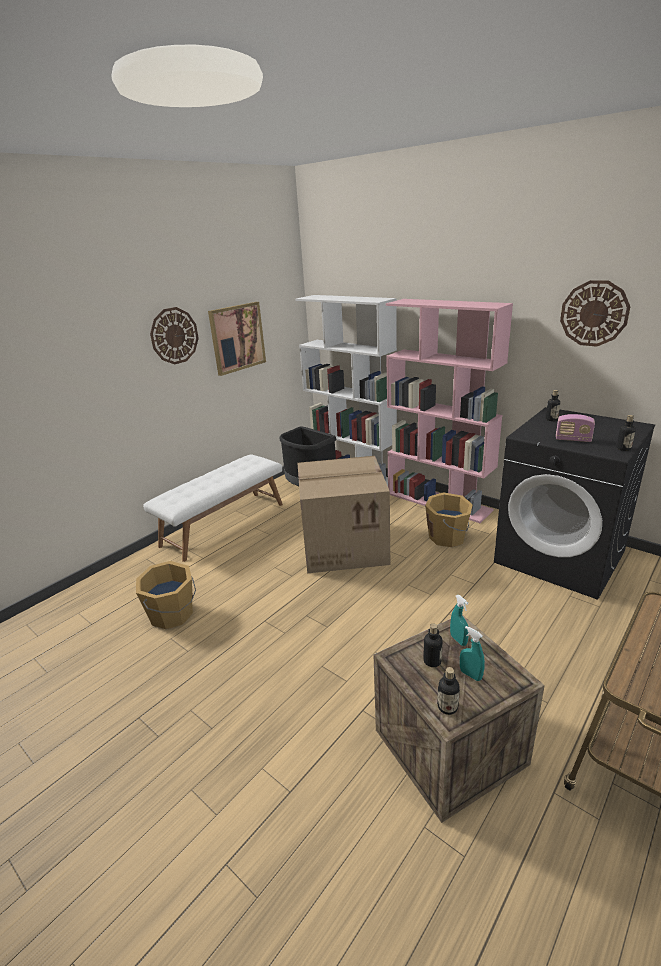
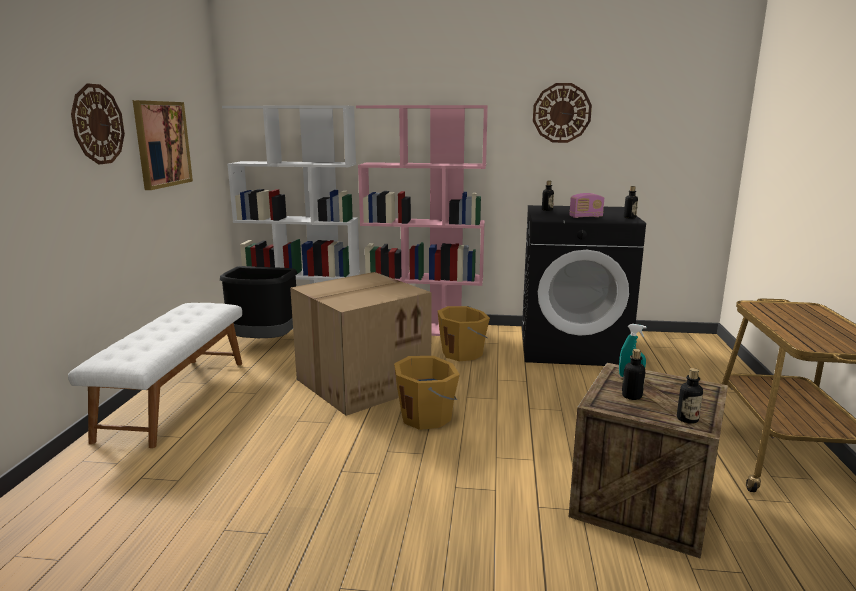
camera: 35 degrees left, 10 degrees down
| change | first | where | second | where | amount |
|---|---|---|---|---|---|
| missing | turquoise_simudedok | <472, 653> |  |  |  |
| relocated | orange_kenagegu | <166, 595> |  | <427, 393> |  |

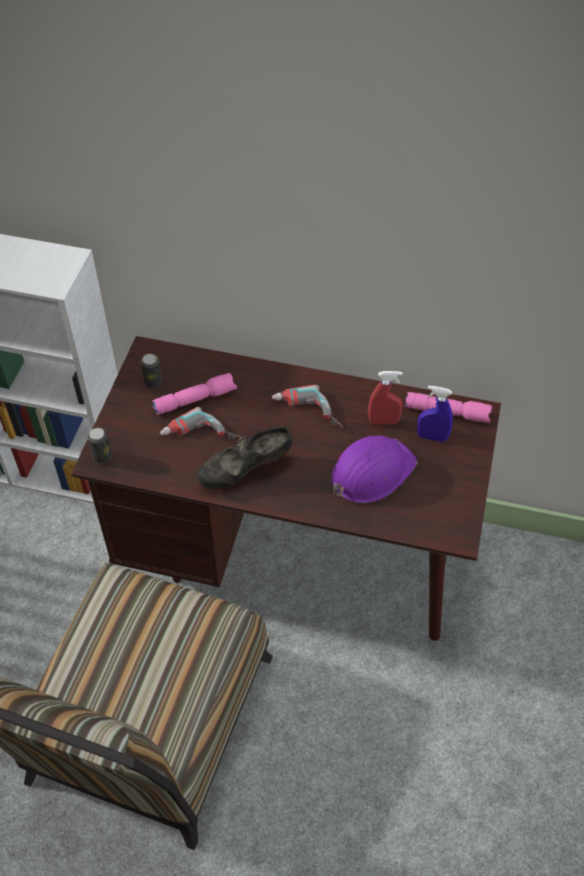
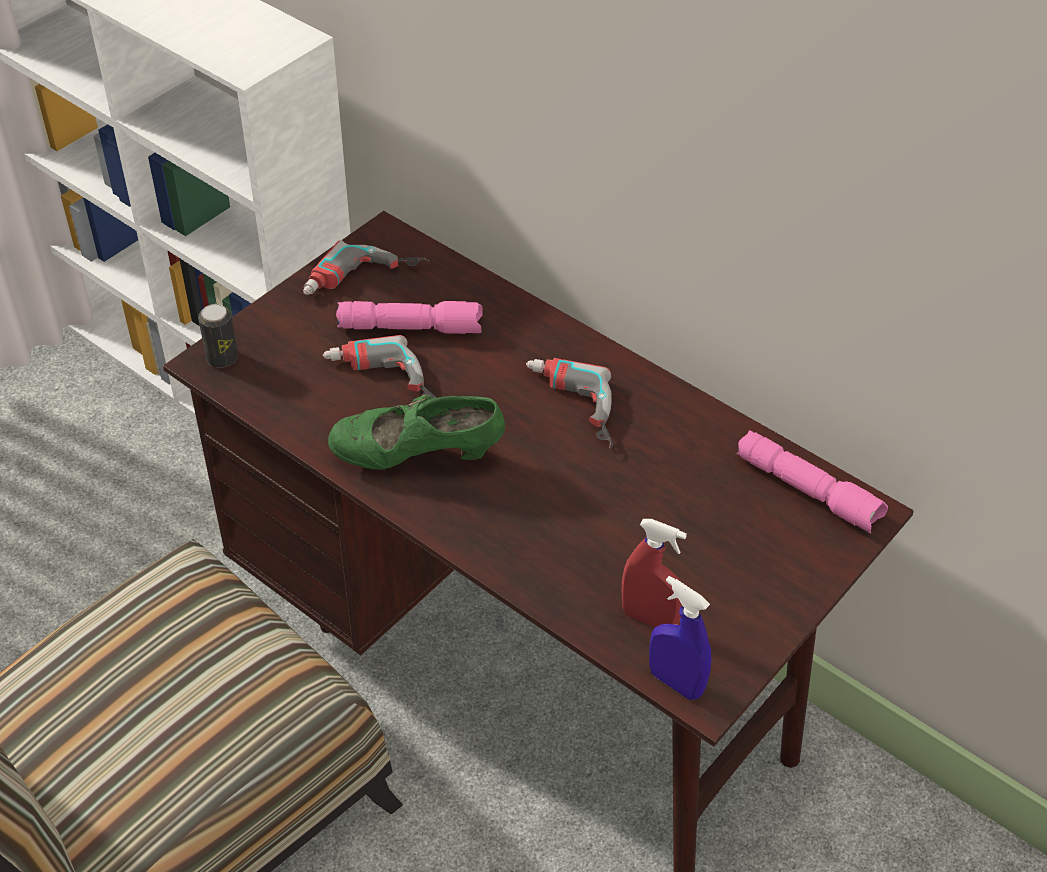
camera: 25 degrees right, 5 degrees down
| change | first | where | second | where | amount |
|---|---|---|---|---|---|
| missing | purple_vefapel | <374, 469> |  |  |  |
| relocated | red_simudedok | <385, 398> |  | <654, 573> |  |
| relocated | blue_simudedok | <435, 413> |  | <680, 638> |  |
| exchanged | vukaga | <151, 371> | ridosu | <366, 267> |  |
| colour | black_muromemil | <244, 458> | green_muromemil | <416, 431> |  |

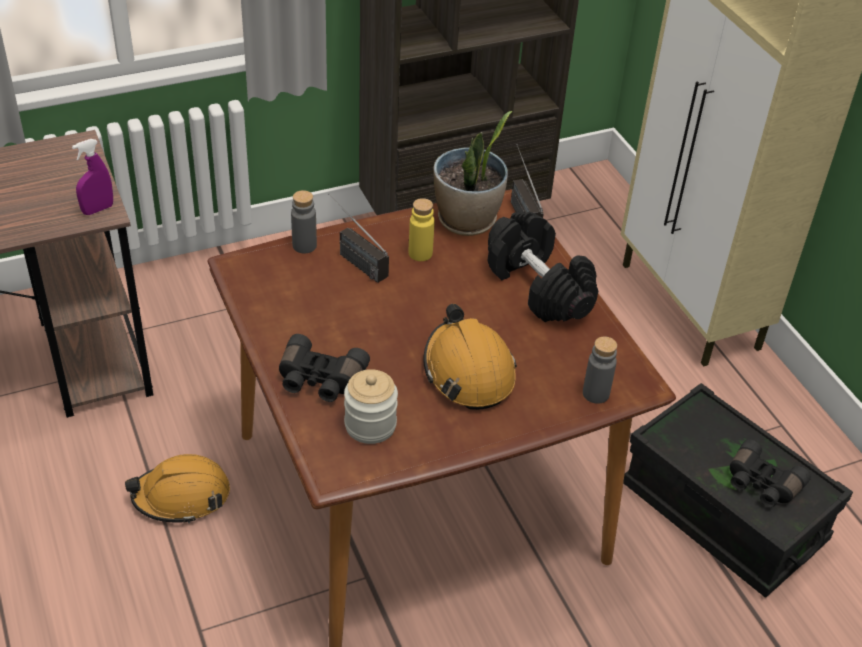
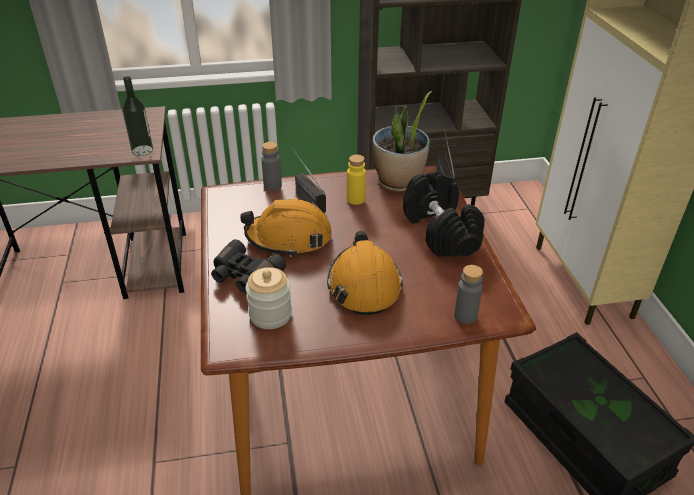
camera: 15 degrees right, 5 degrees down
| change | first | where | second | where | amount |
|---|---|---|---|---|---|
| missing | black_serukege | <770, 473> |  |  |  |
| relocated | orange_vefapel | <177, 489> |  | <286, 228> |  |
| exchanged | purple_simudedok | <92, 177> | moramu | <137, 116> |  |

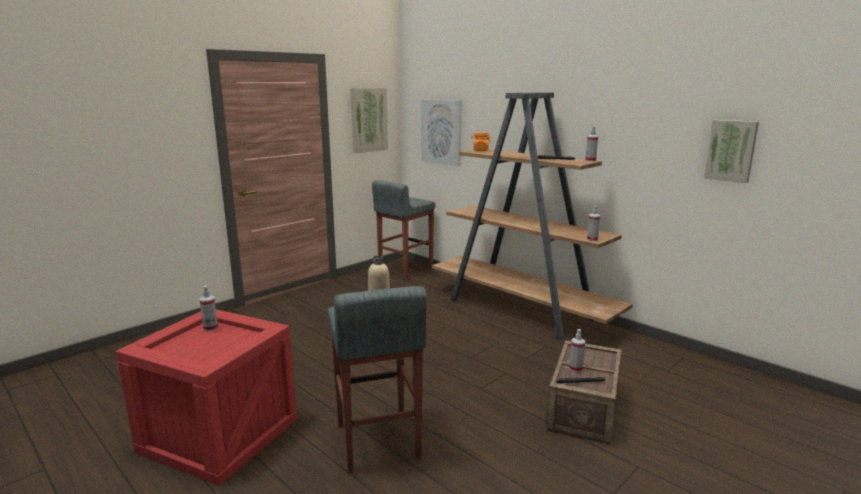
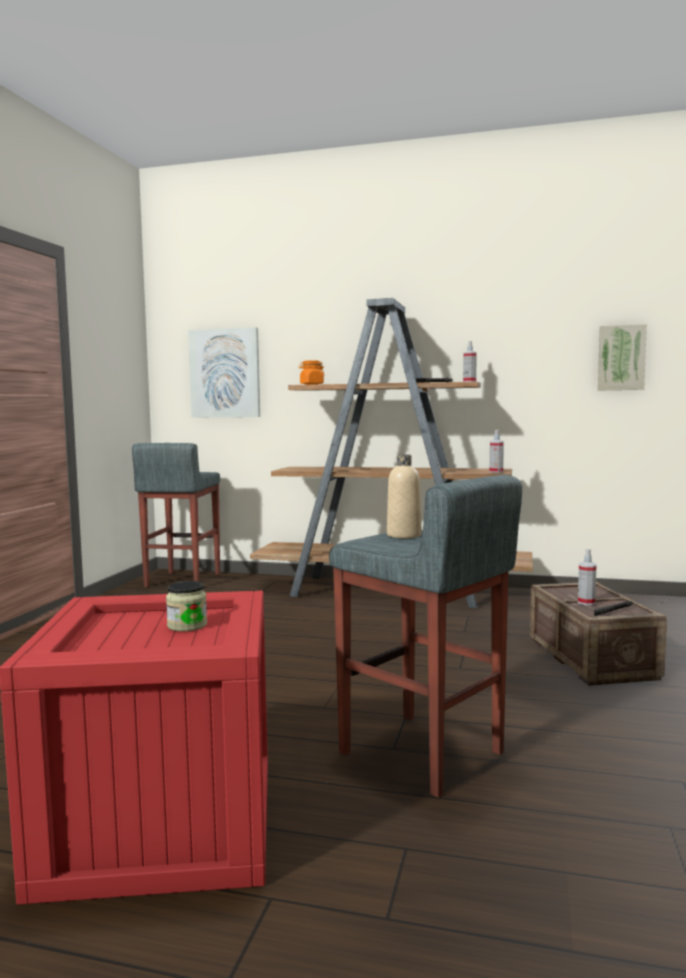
camera: 30 degrees left, 10 degrees down
| change | first | where | second | where | amount |
|---|---|---|---|---|---|
| missing | simudedok | <209, 308> |  |  |  |
| missing | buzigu | <369, 120> |  |  |  |
| appeared |  |  | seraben | <186, 606> |  |

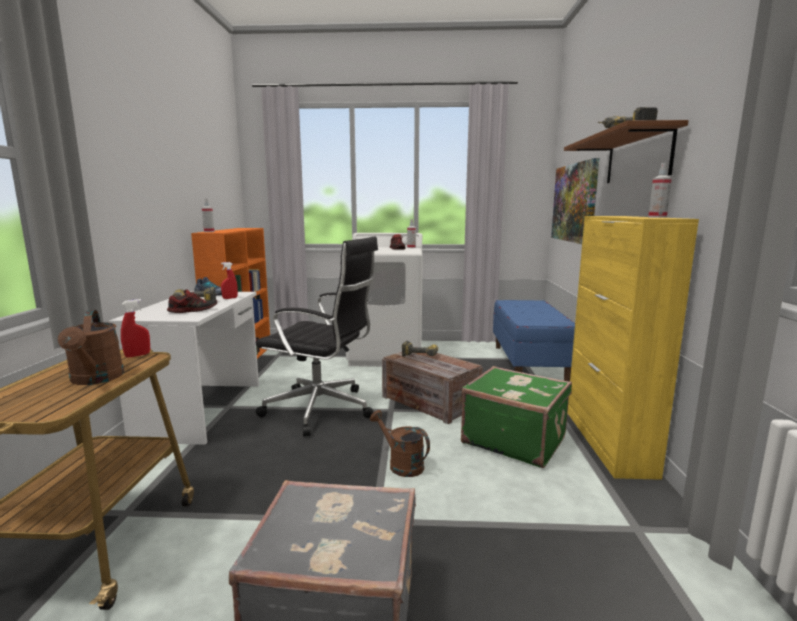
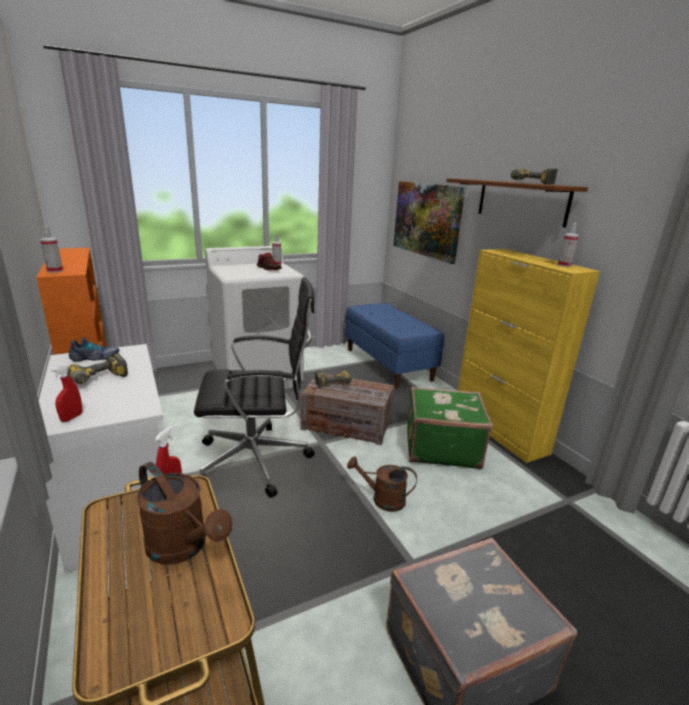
camera: 30 degrees left, 10 degrees up
| change | first | where | second | where | amount |
|---|---|---|---|---|---|
| missing | muromemil | <192, 301> |  |  |  |
| relocated | red_simudedok | <229, 280> |  | <66, 393> |  |

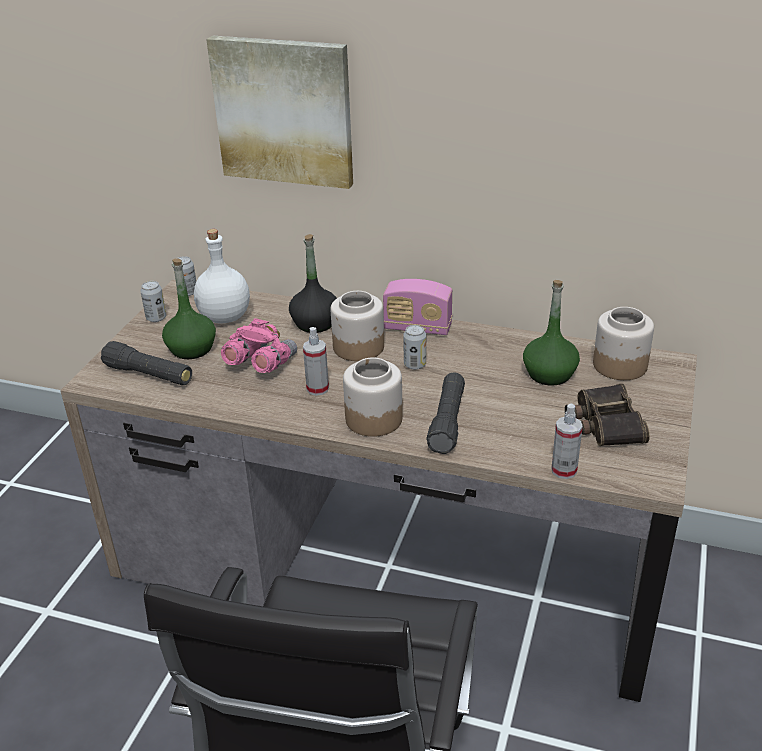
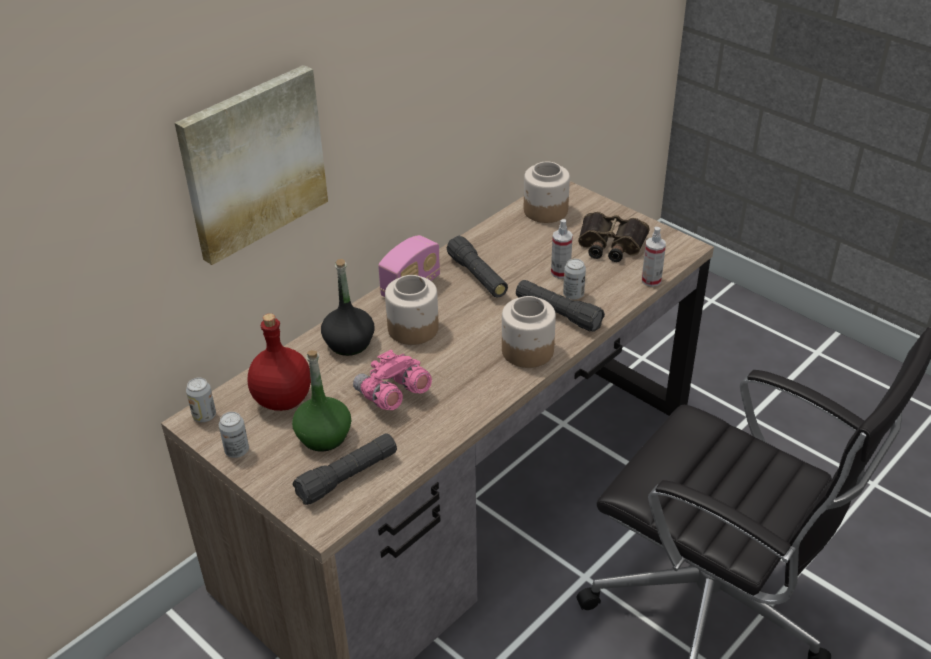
camera: 65 degrees left, 5 degrees up
| change | first | where | second | where | amount |
|---|---|---|---|---|---|
| missing | green_moramu | <551, 333> |  |  |  |
| appeared |  |  | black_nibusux | <477, 267> |  |
| relocated | simudedok | <316, 361> |  | <562, 249> |  |
| relocated | vukaga | <414, 347> |  | <574, 279> |  |
| colour | white_moramu | <222, 276> | red_moramu | <279, 362> |  |

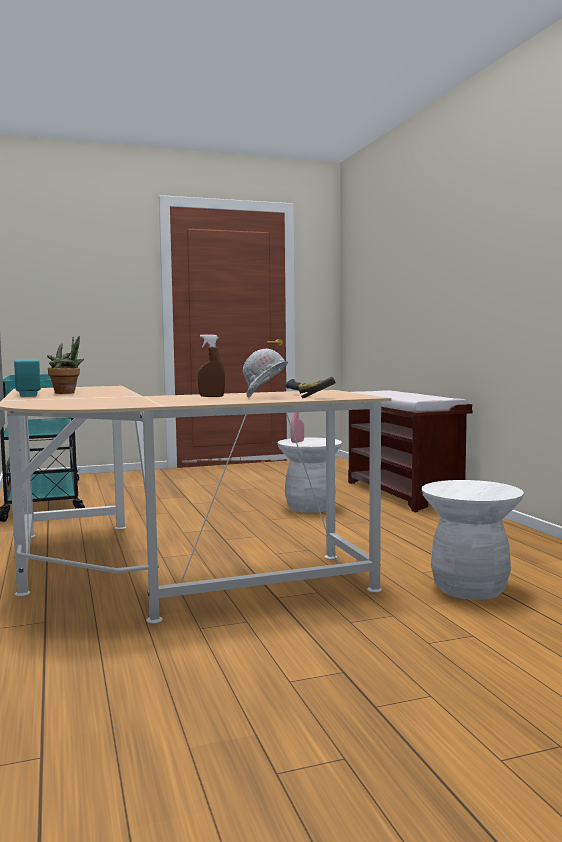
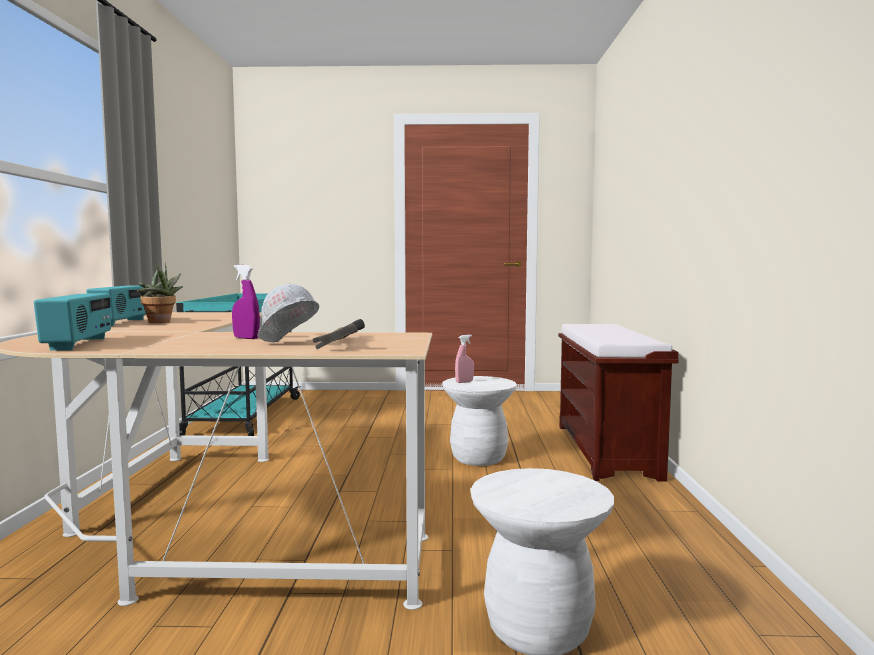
camera: 20 degrees right, 0 degrees up
| change | first | where | second | where | amount |
|---|---|---|---|---|---|
| appeared |  |  | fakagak | <72, 322> |  |
| colour | brown_simudedok | <211, 365> | purple_simudedok | <246, 302> |  |

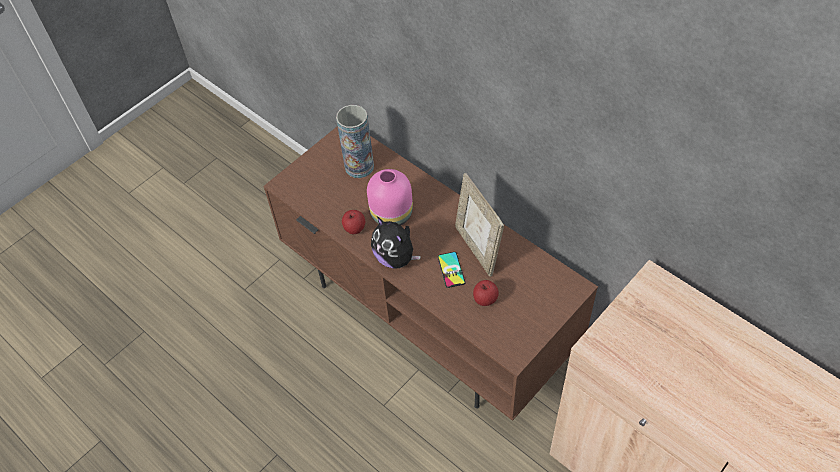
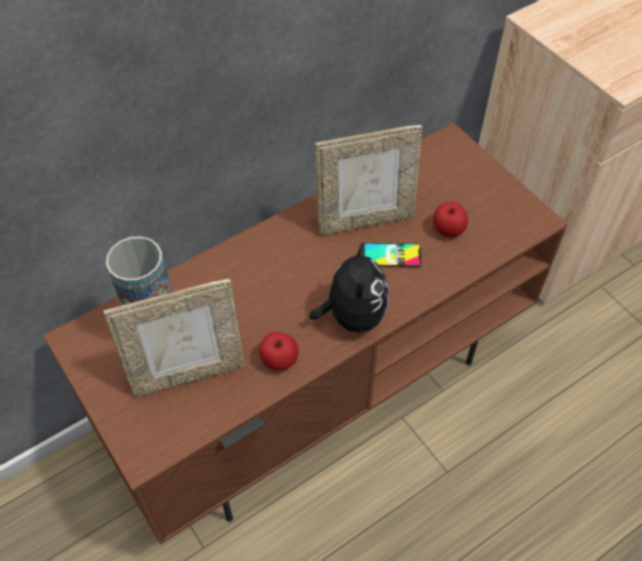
camera: 80 degrees left, 0 degrees up
| change | first | where | second | where | amount |
|---|---|---|---|---|---|
| missing | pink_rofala | <390, 197> |  |  |  |
| appeared |  |  | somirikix | <174, 338> |  |
| spun | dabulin | <396, 242> |  | <349, 287> | 60 degrees counterclockwise |

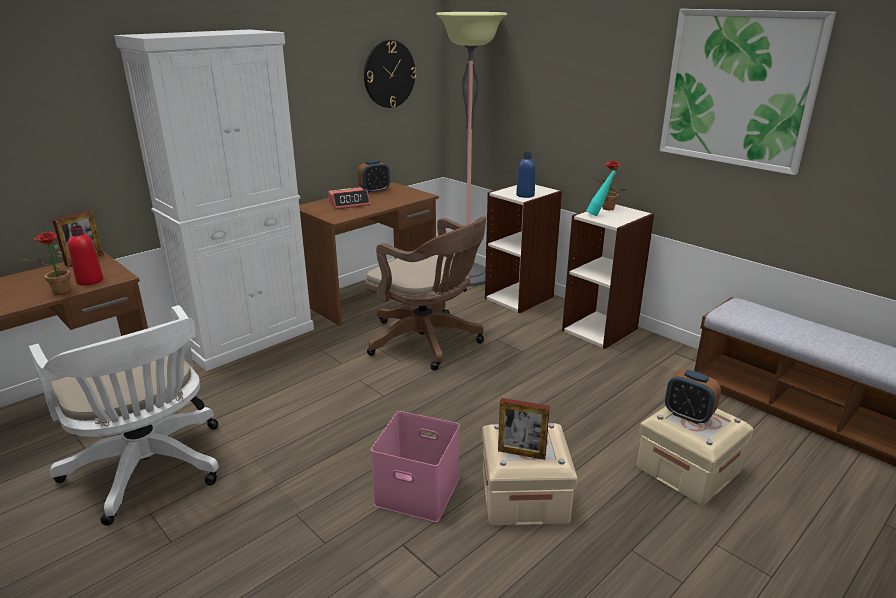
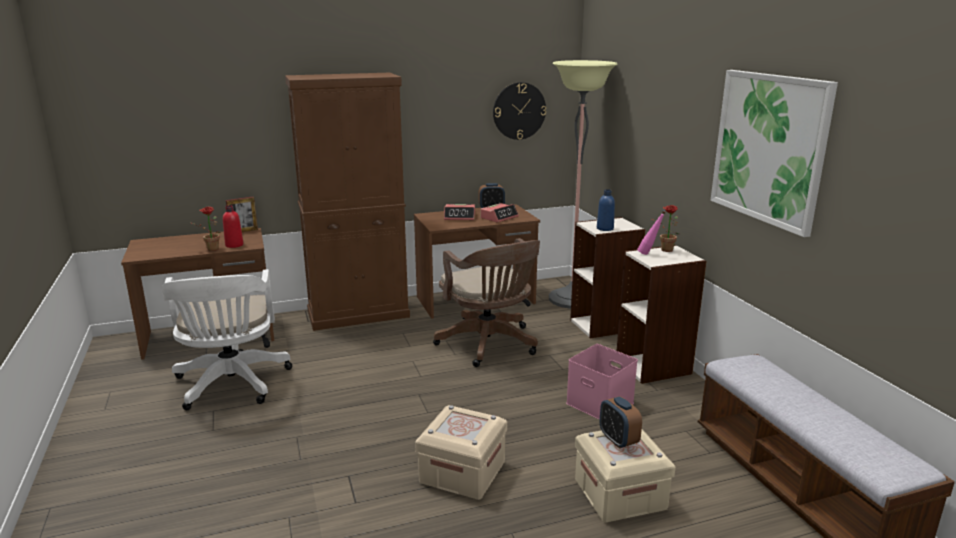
camera: 25 degrees right, 5 degrees down
| change | first | where | second | where | amount |
|---|---|---|---|---|---|
| missing | somirikix | <524, 429> |  |  |  |
| appeared |  |  | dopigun | <500, 213> |  |
| relocated | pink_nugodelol | <415, 466> |  | <602, 382> |  |
| colour | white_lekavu | <214, 200> | brown_lekavu | <347, 202> |  |
| colour | turquoise_moramu | <602, 191> | pink_moramu | <651, 232> |  |

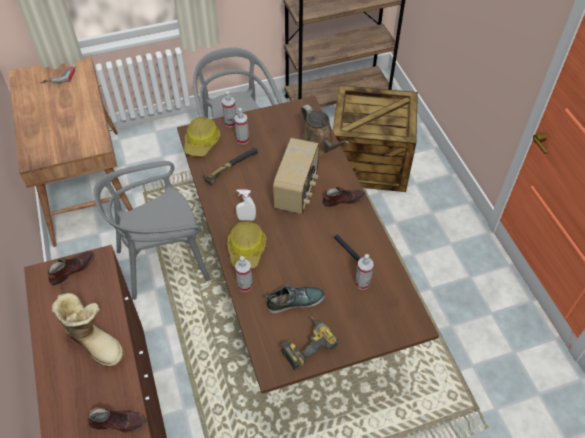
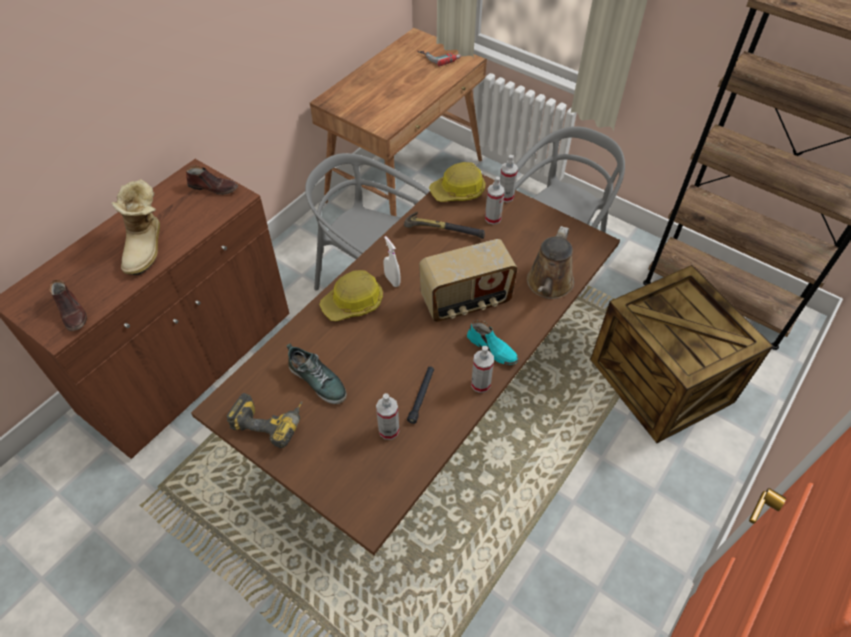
camera: 55 degrees right, 0 degrees up
| change | first | where | second | where | amount |
|---|---|---|---|---|---|
| relocated | simudedok | <244, 274> |  | <482, 369> |  |
| colour | brown_muromemil | <344, 197> | turquoise_muromemil | <493, 342> |  |

